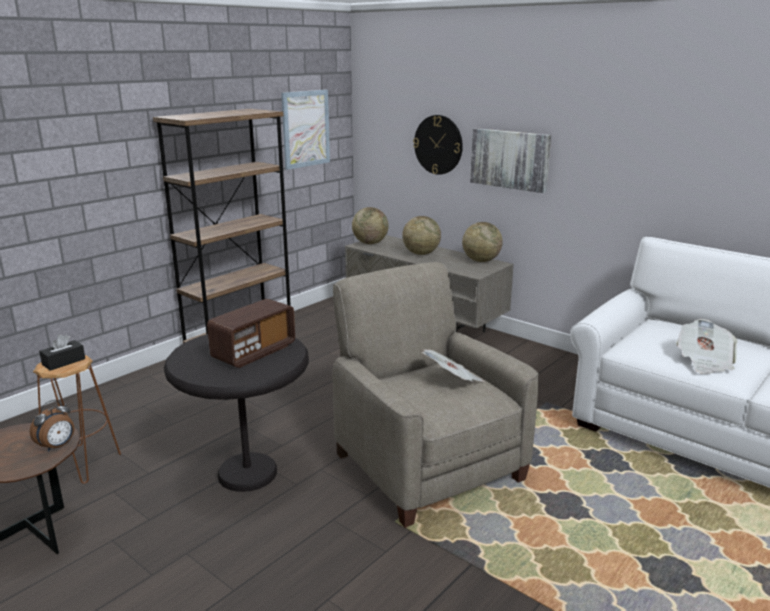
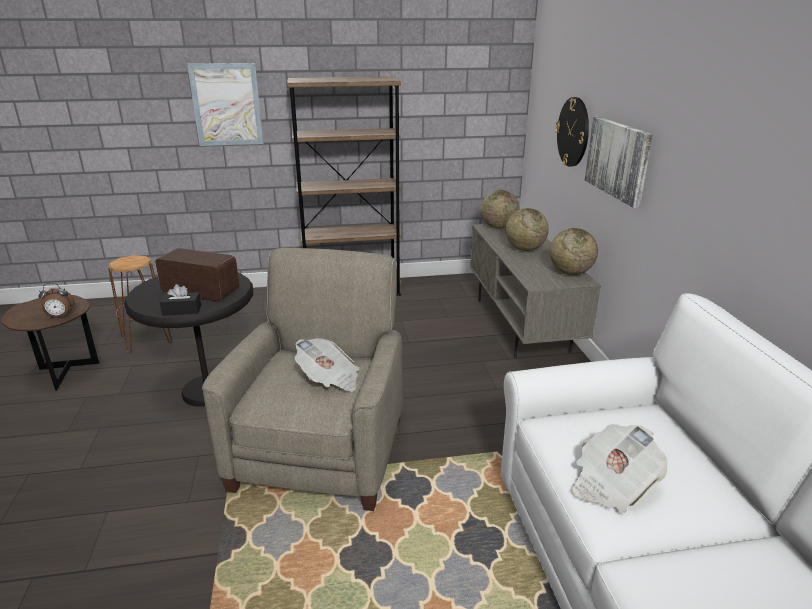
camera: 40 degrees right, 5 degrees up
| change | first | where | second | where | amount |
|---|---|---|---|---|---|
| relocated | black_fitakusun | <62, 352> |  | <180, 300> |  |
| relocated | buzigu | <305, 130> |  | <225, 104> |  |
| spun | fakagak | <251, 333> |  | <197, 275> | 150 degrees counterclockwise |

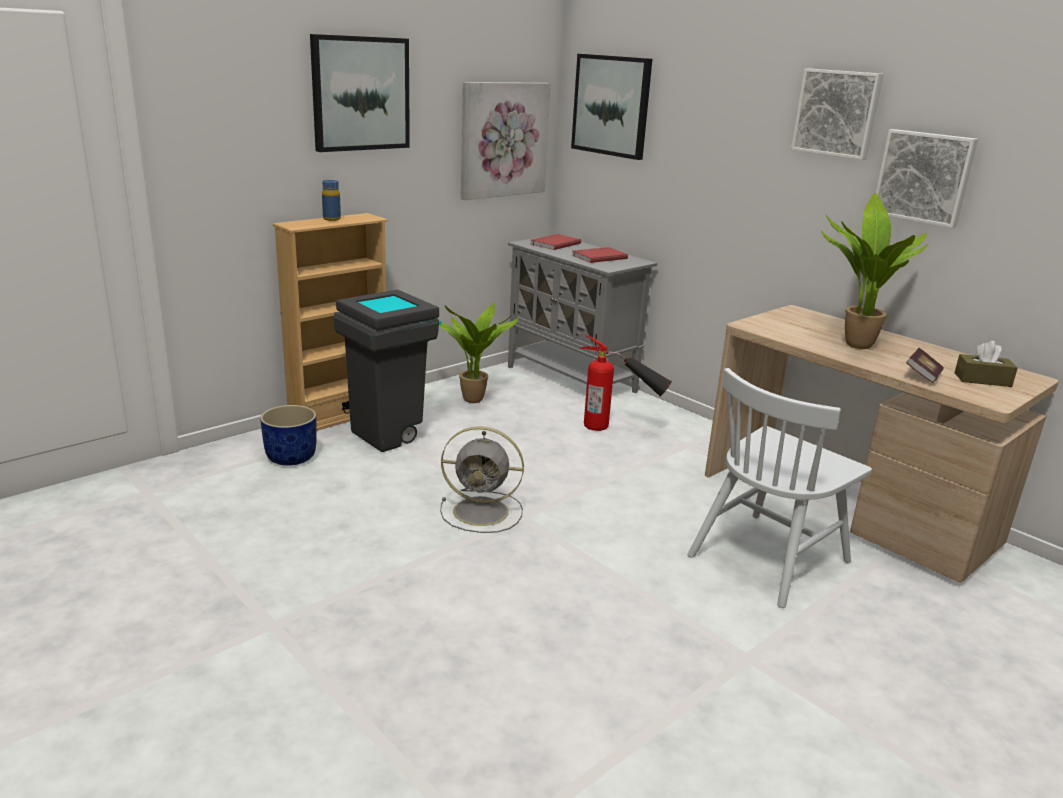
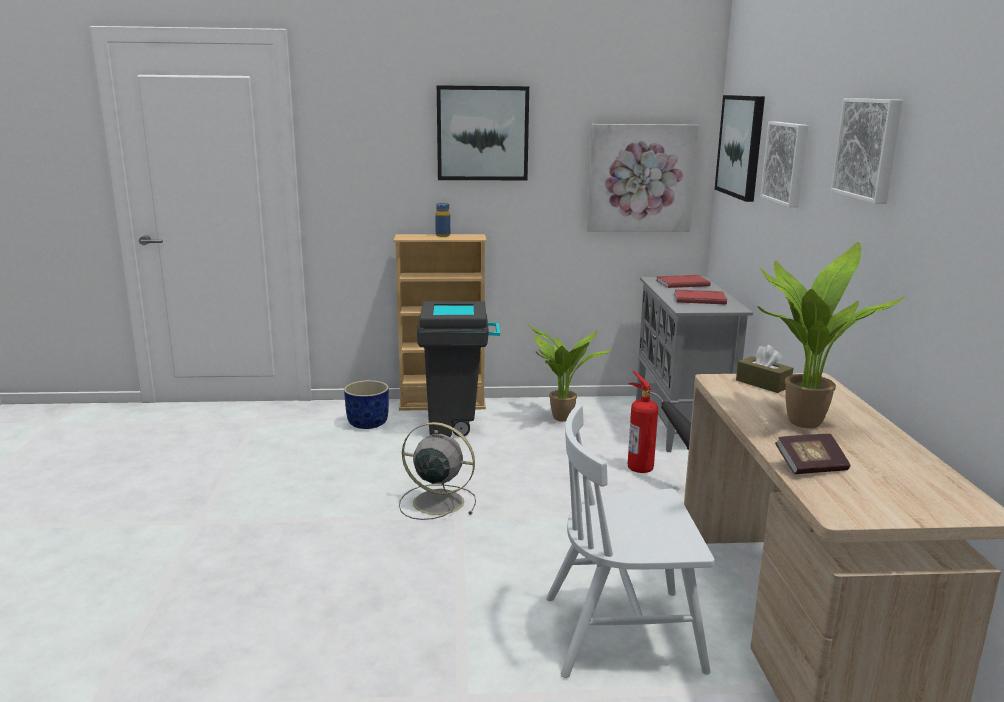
camera: 40 degrees right, 5 degrees down
| change | first | where | second | where | amount |
|---|---|---|---|---|---|
| relocated | buzigu | <927, 178> |  | <784, 164> |  |
| relocated | brown_fitakusun | <986, 364> |  | <764, 369> |  |
| spun | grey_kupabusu | <482, 479> |  | <437, 471> | 150 degrees clockwise |

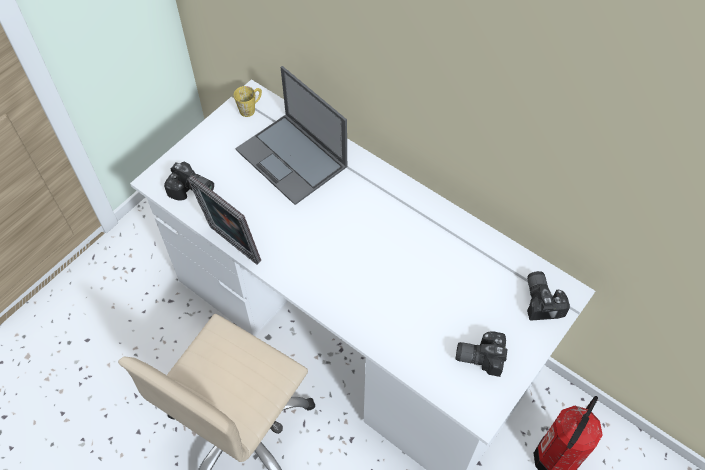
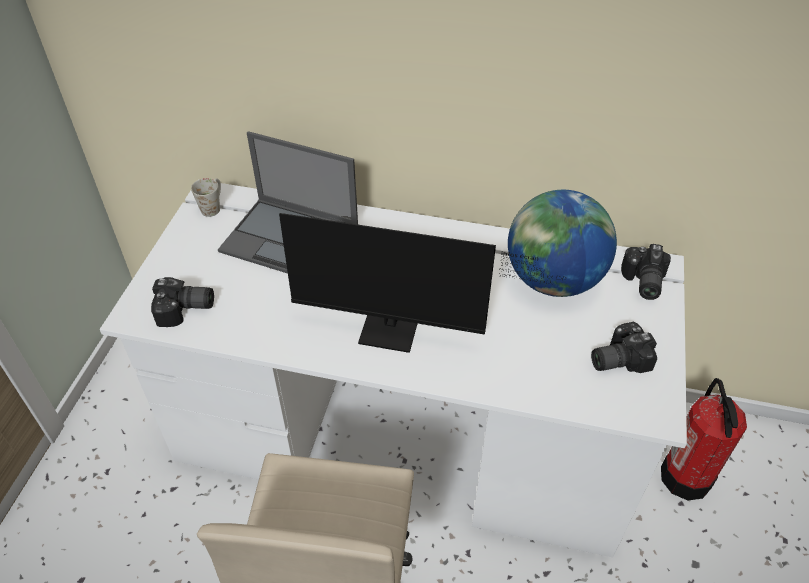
camera: 25 degrees left, 10 degrees down
| change | first | where | second | where | amount |
|---|---|---|---|---|---|
| missing | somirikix | <224, 219> |  |  |  |
| appeared |  |  | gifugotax | <421, 283> |  |
| appeared |  |  | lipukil | <562, 243> |  |
| colour | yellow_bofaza | <248, 101> | white_bofaza | <206, 197> |  |
| spun | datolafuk | <548, 295> |  | <646, 272> | 135 degrees counterclockwise |

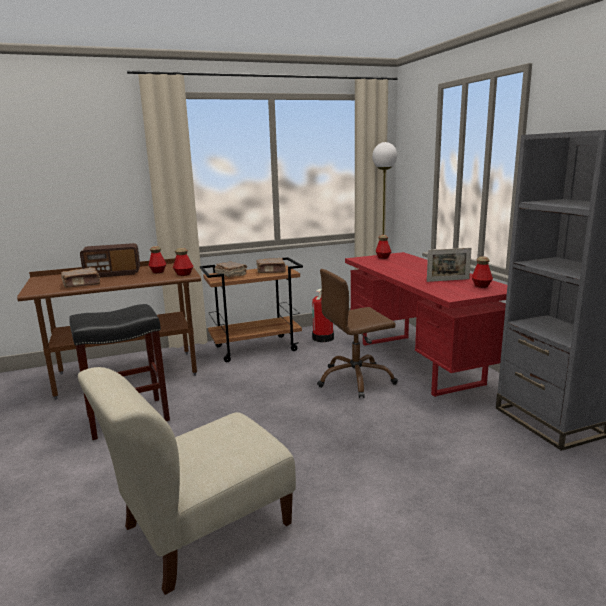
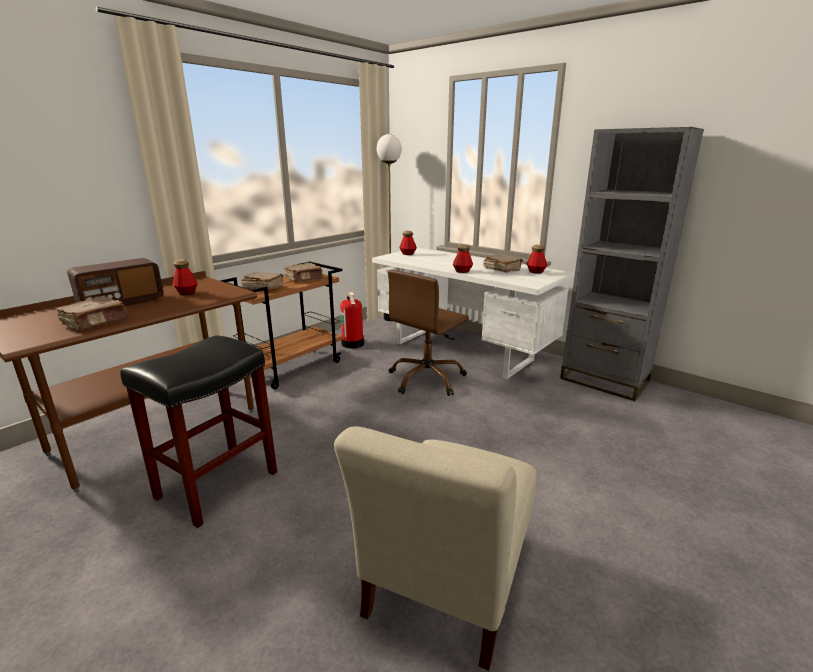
camera: 30 degrees left, 5 degrees up
| change | first | where | second | where | amount |
|---|---|---|---|---|---|
| relocated | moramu | <183, 262> |  | <463, 258> |  |
| exchanged | somirikix | <449, 265> | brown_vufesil | <503, 263> |  |
| colour | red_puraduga | <426, 324> | white_puraduga | <473, 313> |  |

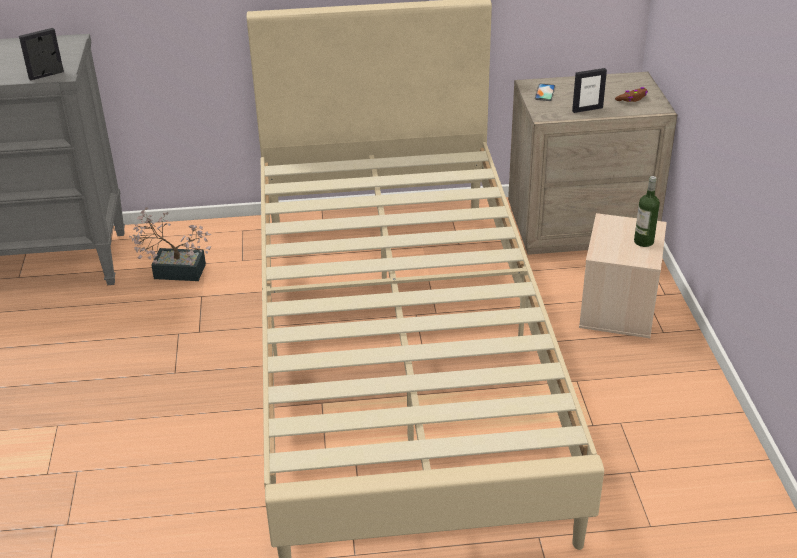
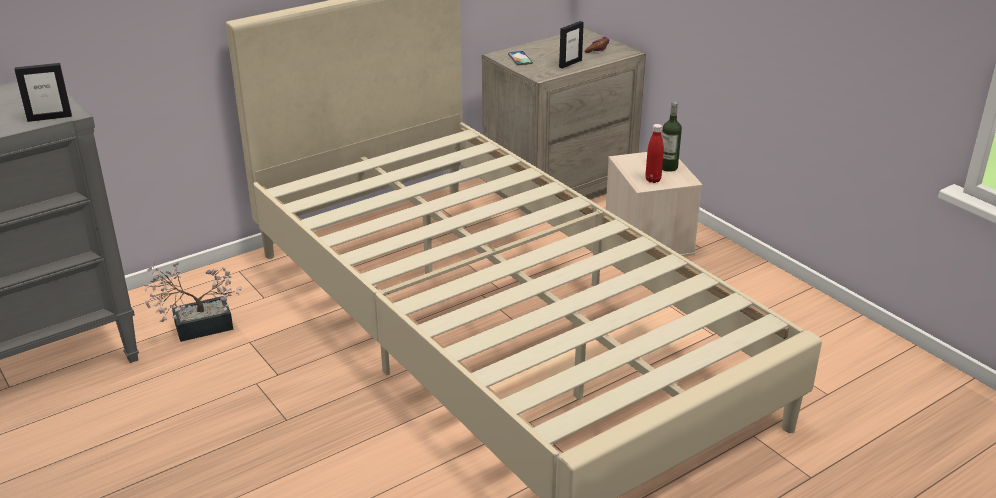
camera: 30 degrees left, 5 degrees down
| change | first | where | second | where | amount |
|---|---|---|---|---|---|
| appeared |  |  | red_moramu | <654, 153> |  |
| spun | somirikix | <41, 54> |  | <43, 92> | 135 degrees counterclockwise |

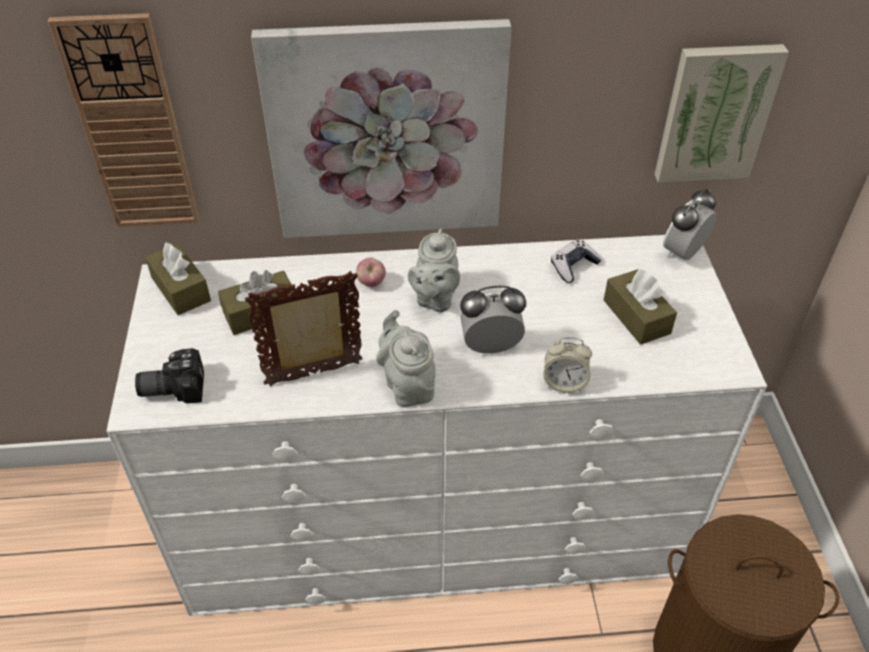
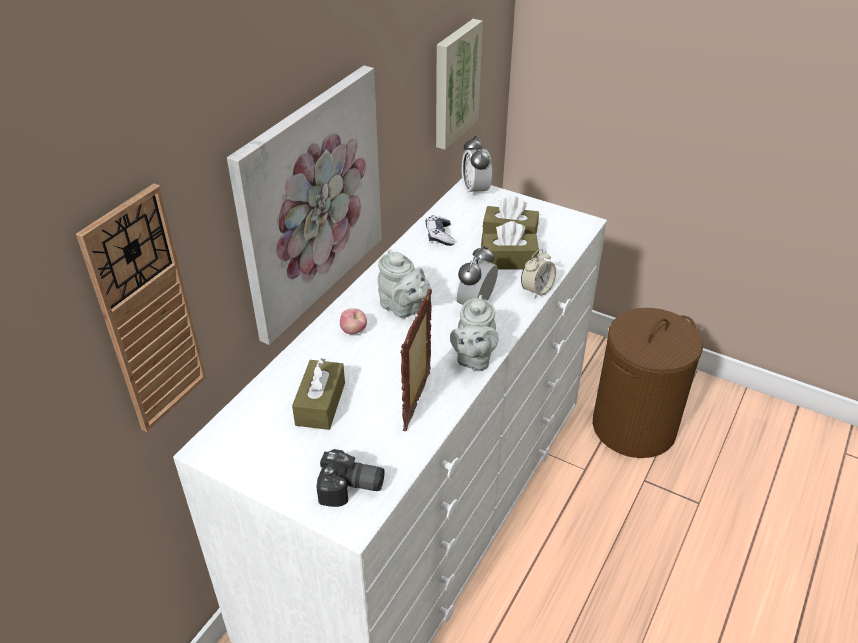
camera: 55 degrees left, 5 degrees down
| change | first | where | second | where | amount |
|---|---|---|---|---|---|
| relocated | brown_fitakusun | <178, 278> |  | <510, 245> |  |
| spun | datolafuk | <169, 376> |  | <350, 478> | 105 degrees counterclockwise |
| spun | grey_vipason | <406, 358> |  | <474, 333> | 90 degrees counterclockwise |

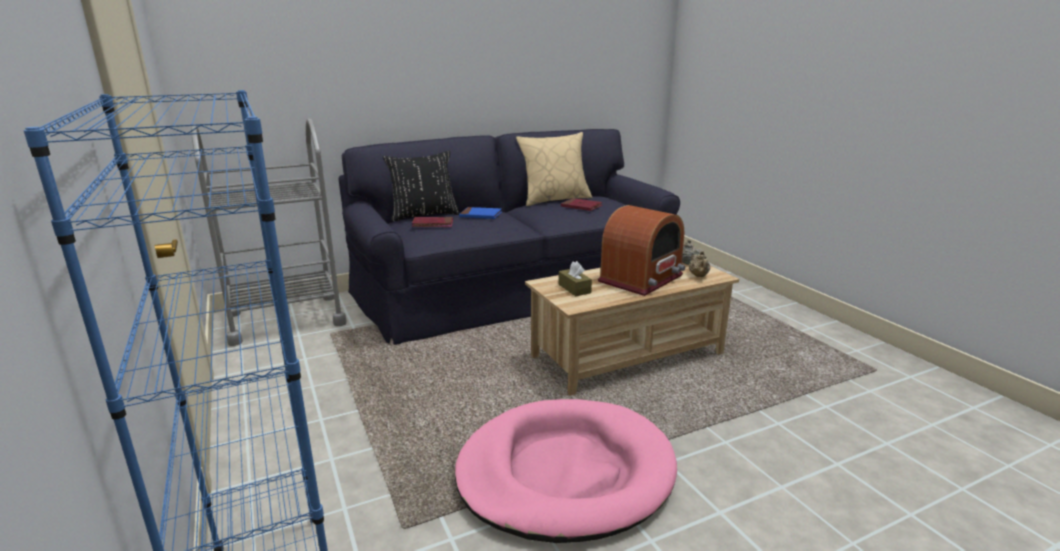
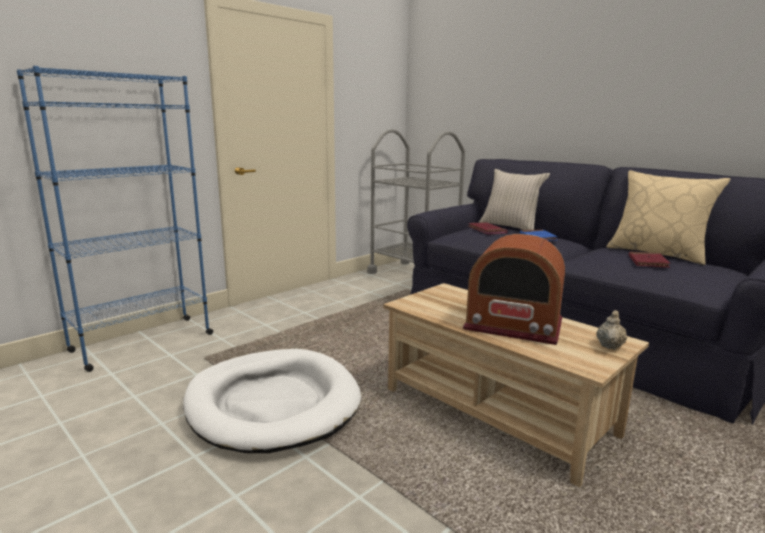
camera: 70 degrees right, 5 degrees down
| change | first | where | second | where | amount |
|---|---|---|---|---|---|
| missing | brown_fitakusun | <575, 278> |  |  |  |
| missing | beige_vipason | <699, 264> |  |  |  |
| colour | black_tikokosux | <421, 186> | beige_tikokosux | <514, 199> |  |
| colour | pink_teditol | <566, 471> | white_teditol | <272, 401> |  |

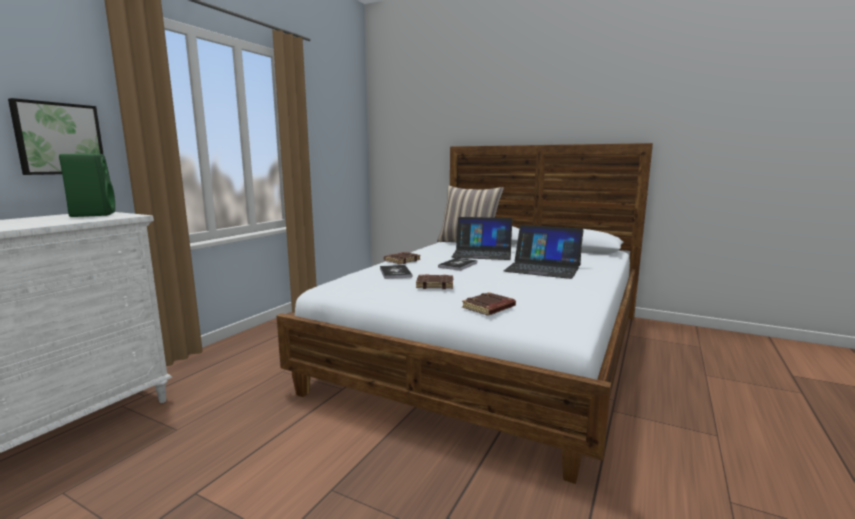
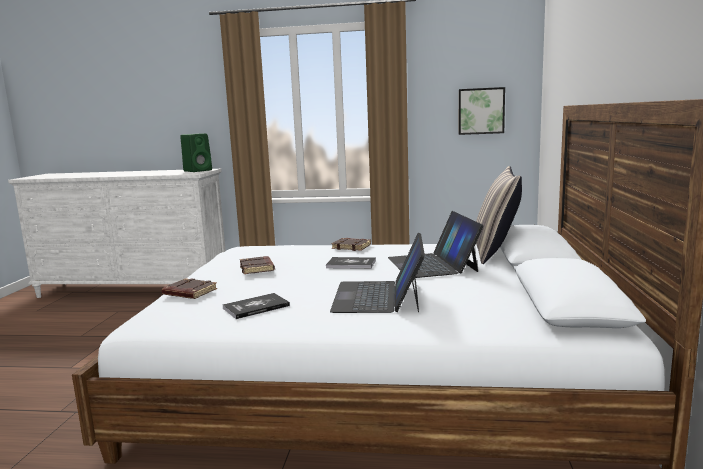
camera: 70 degrees right, 0 degrees up
| change | first | where | second | where | amount |
|---|---|---|---|---|---|
| relocated | buzigu | <56, 136> |  | <482, 111> |  |
| relocated | vufesil | <396, 272> |  | <256, 306> |  |

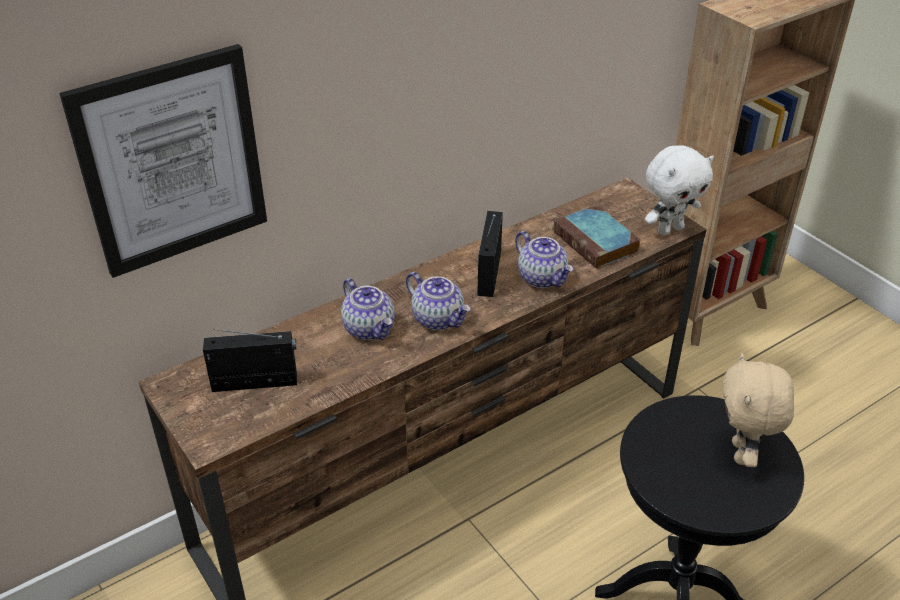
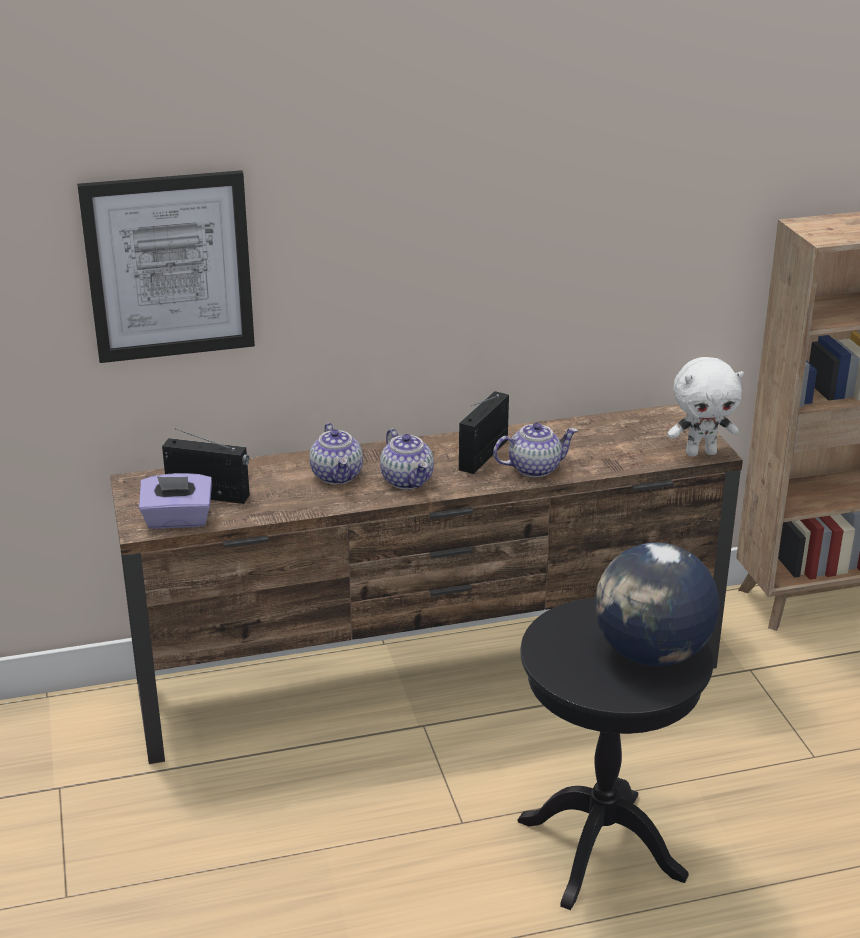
camera: 20 degrees right, 10 degrees down
| change | first | where | second | where | amount |
|---|---|---|---|---|---|
| missing | vufesil | <597, 237> |  |  |  |
| appeared |  |  | purple_fitakusun | <175, 501> |  |
| exchanged | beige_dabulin | <758, 410> | lipukil | <657, 604> |  |
| spun | vipason | <544, 259> |  | <535, 449> | 90 degrees counterclockwise |

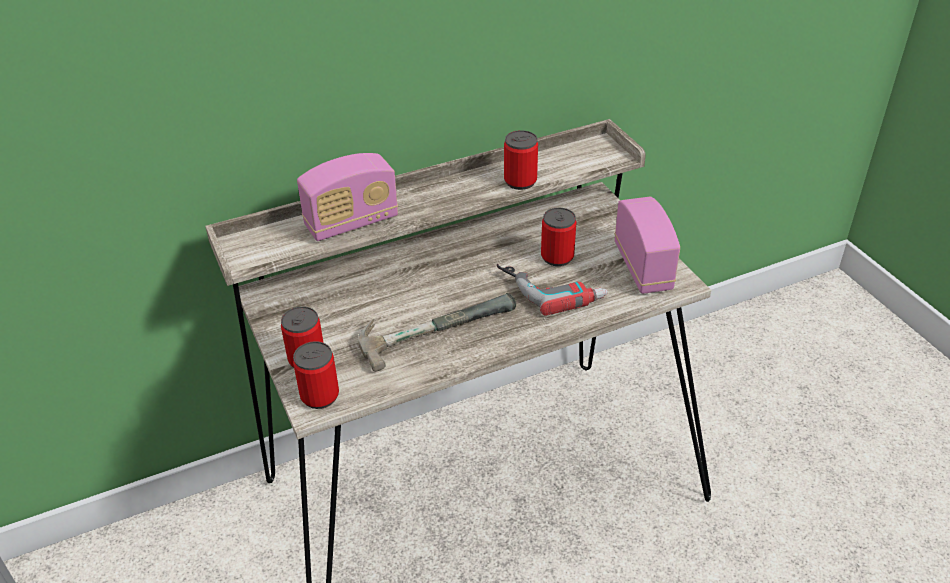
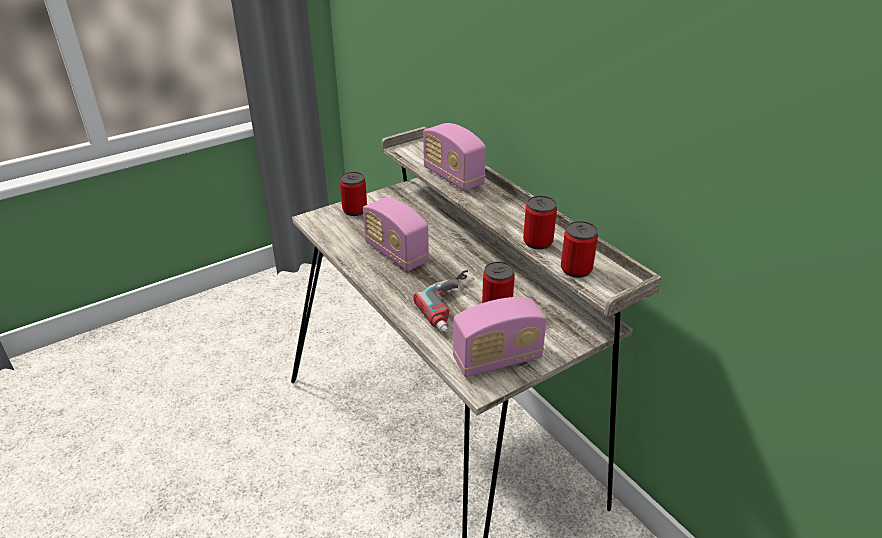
camera: 80 degrees right, 5 degrees down
| change | first | where | second | where | amount |
|---|---|---|---|---|---|
| relocated | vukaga | <316, 375> |  | <579, 249> |  |
| exchanged | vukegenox | <437, 332> | fakagak | <396, 234> |  |

